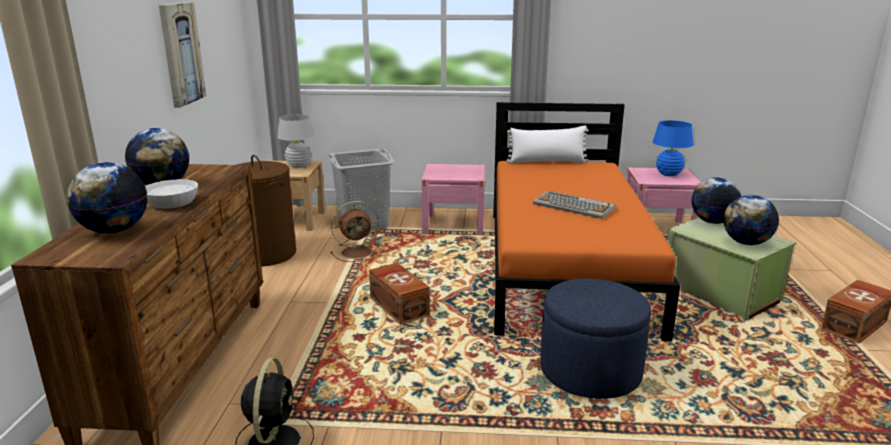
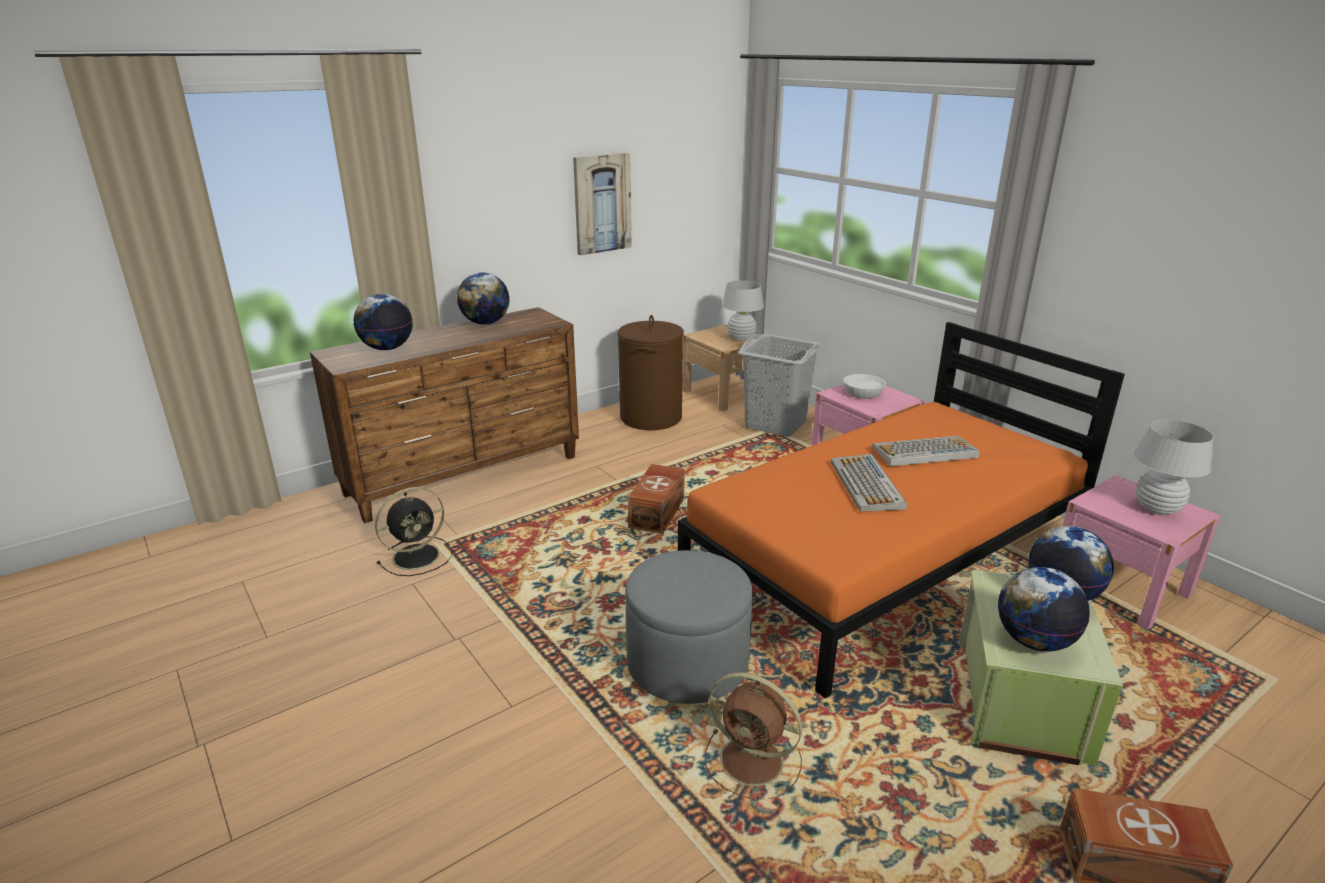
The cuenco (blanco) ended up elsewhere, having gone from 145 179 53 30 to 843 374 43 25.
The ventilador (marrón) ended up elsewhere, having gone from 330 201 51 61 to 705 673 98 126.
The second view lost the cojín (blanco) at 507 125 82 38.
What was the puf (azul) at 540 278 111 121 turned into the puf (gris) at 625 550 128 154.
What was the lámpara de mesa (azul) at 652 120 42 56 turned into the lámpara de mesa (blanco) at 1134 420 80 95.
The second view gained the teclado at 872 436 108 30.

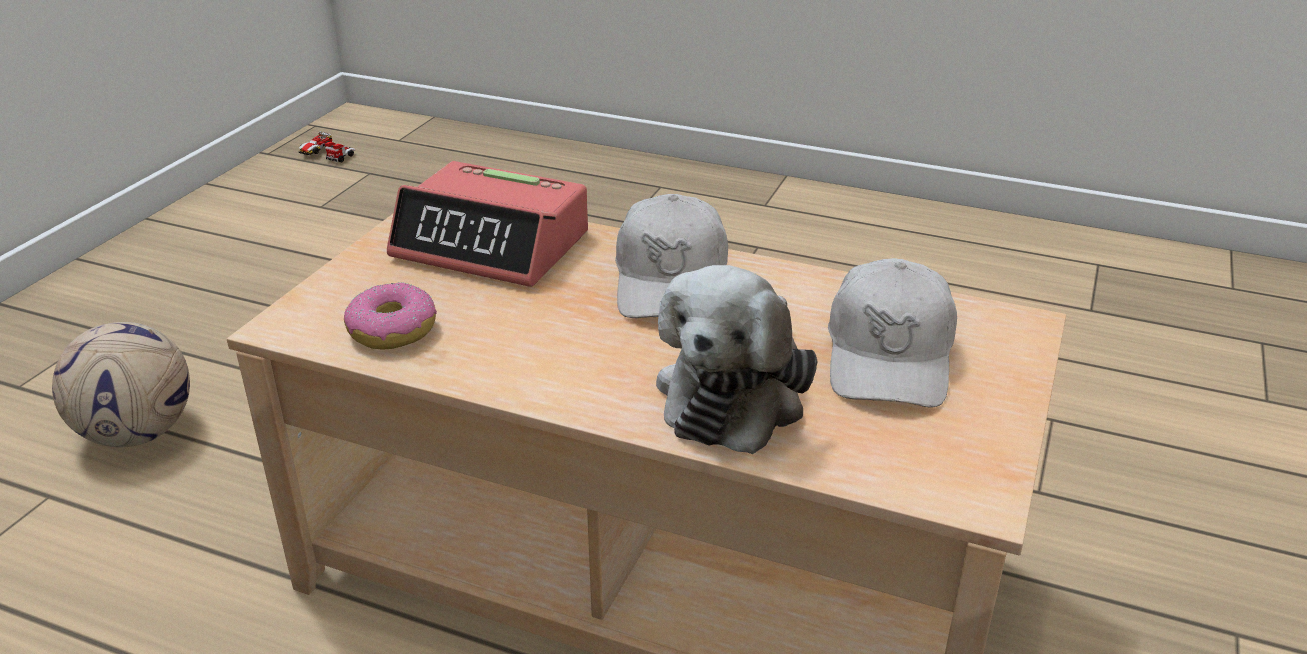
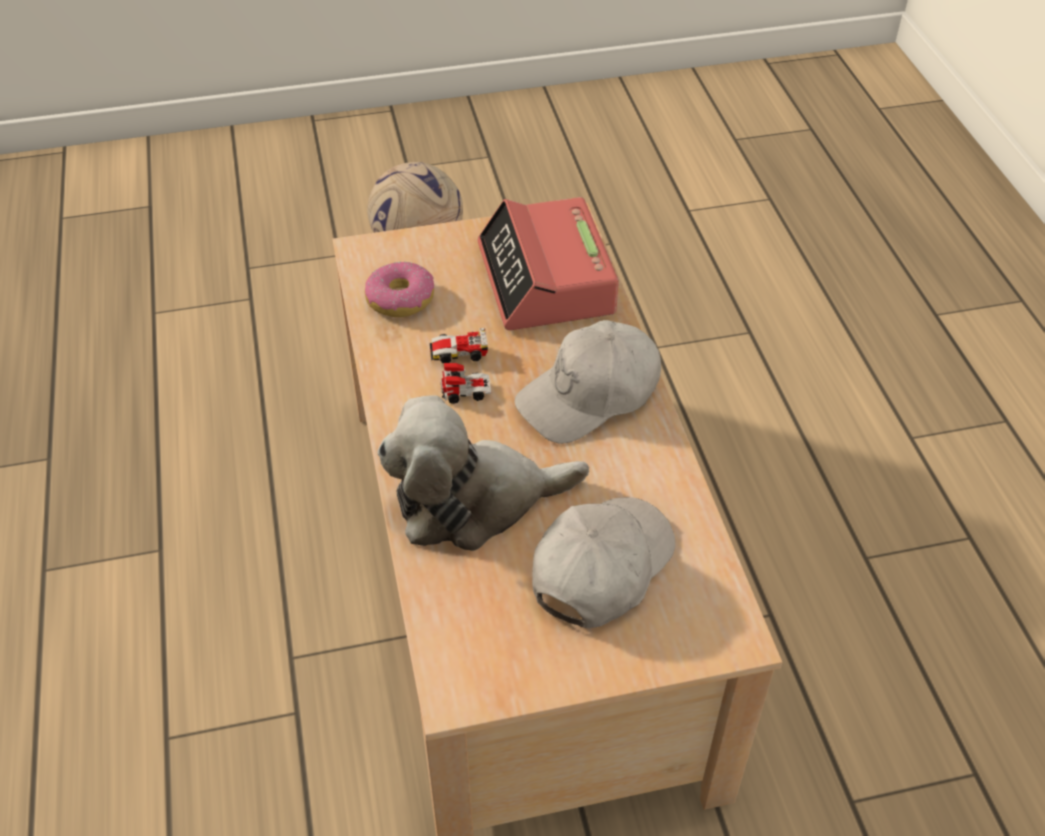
The coche de juguete ended up elsewhere, having gone from 298 131 57 31 to 430 328 61 76.
The gorra (blanco) at 828 258 129 150 ended up facing another way, 150 degrees clockwise from before.

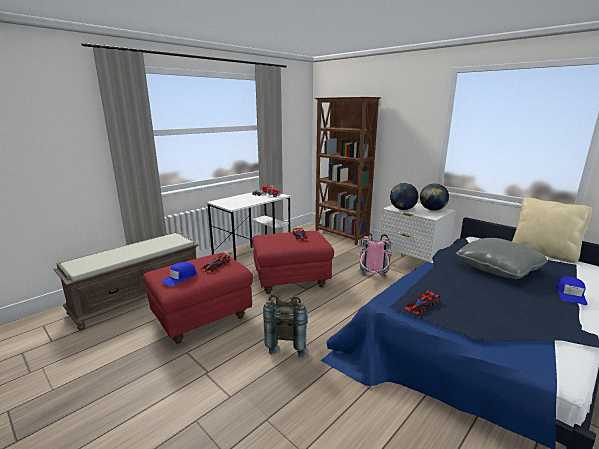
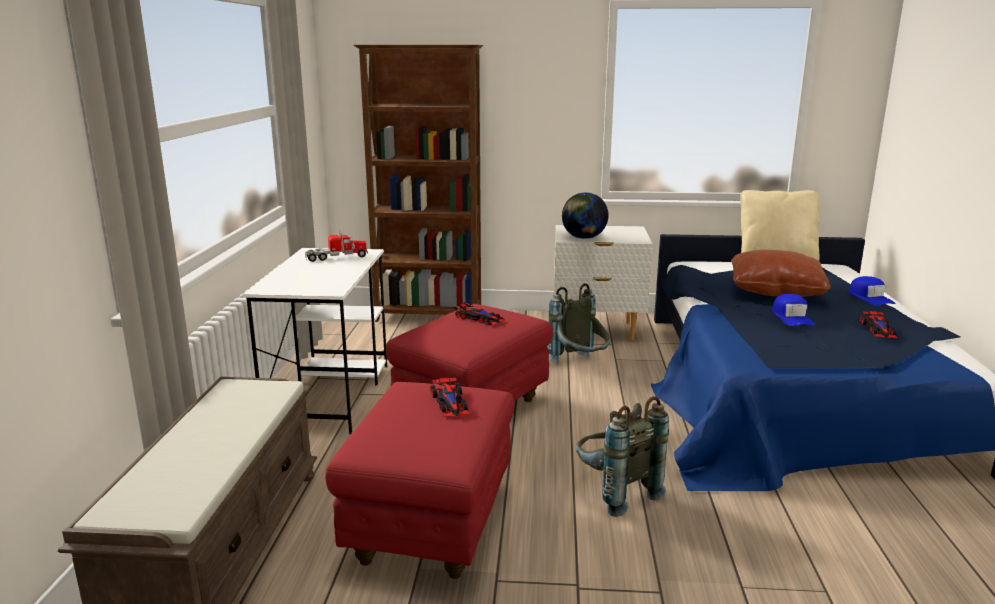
The gorra (azul) ended up elsewhere, having gone from 161 262 35 24 to 772 294 43 32.
What was the mochila (rosa) at 358 233 33 44 turned into the mochila (gris) at 548 283 62 81.
The coche de juguete ended up elsewhere, having gone from 404 290 36 25 to 860 310 38 28.
The second view lost the globo terráqueo at 420 183 29 28.
What was the cojín (gris) at 456 238 92 41 turned into the cojín (marrón) at 731 250 100 47.

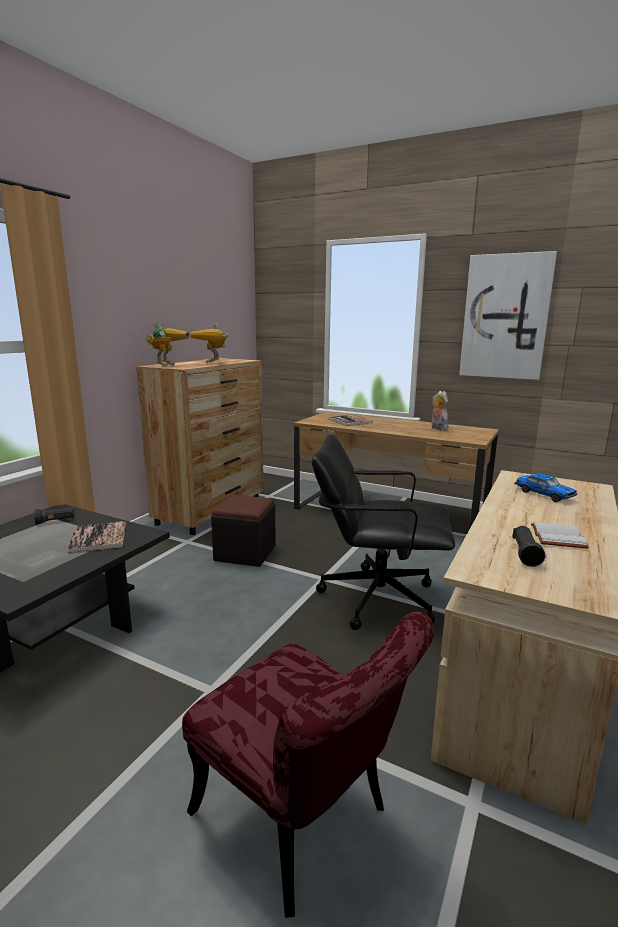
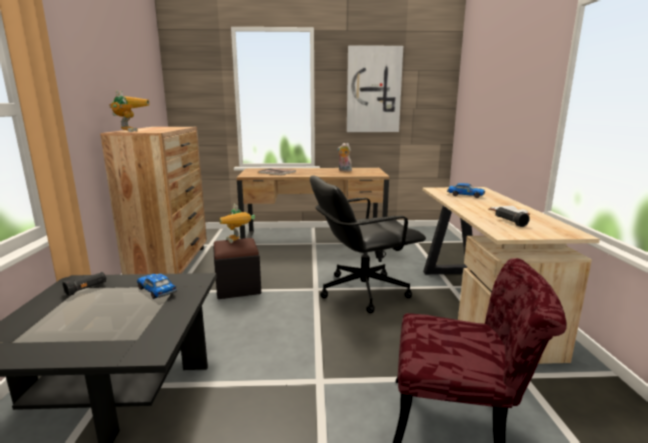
Where the libro stood at 68 521 58 32, the coche de juguete came to stand at 137 274 40 25.
The robot de juguete ended up elsewhere, having gone from 191 323 38 40 to 219 203 36 40.

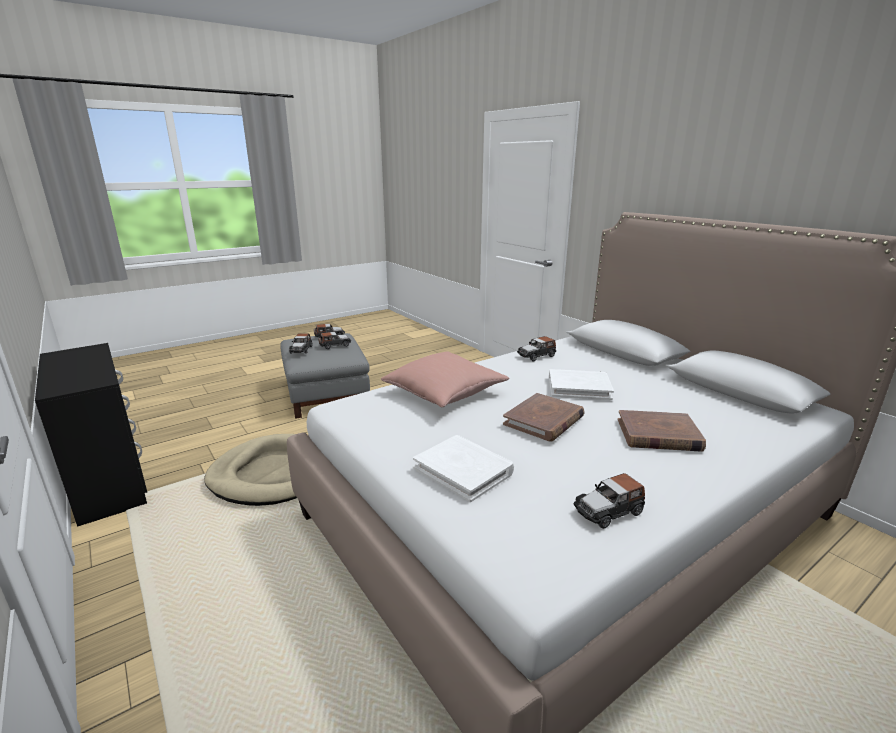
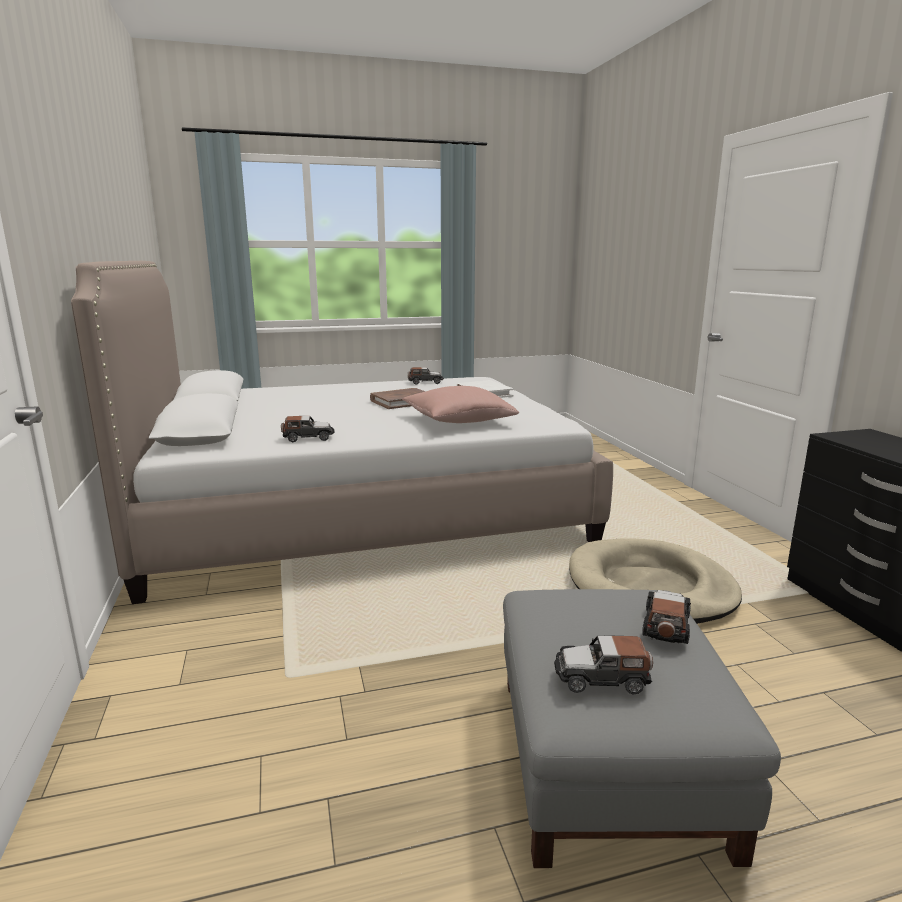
The second view lost the coche de juguete at 318 332 33 17.
The second view lost the libro (blanco) at 549 369 65 31.
The second view lost the libro (marrón) at 618 410 88 42.

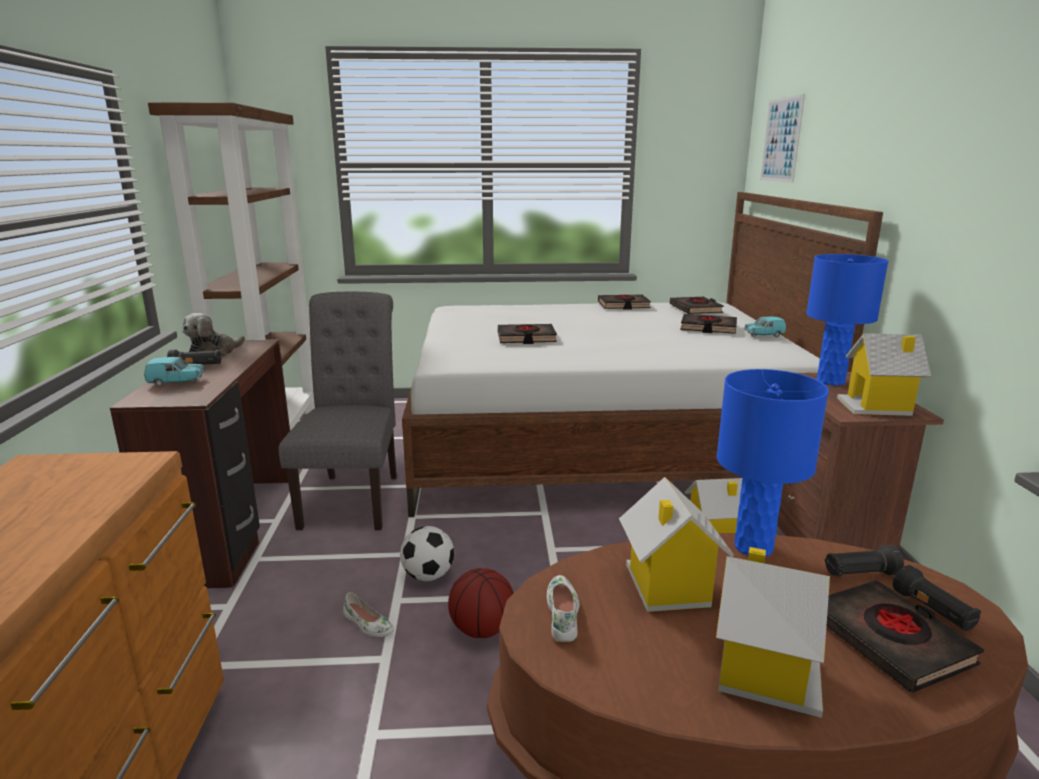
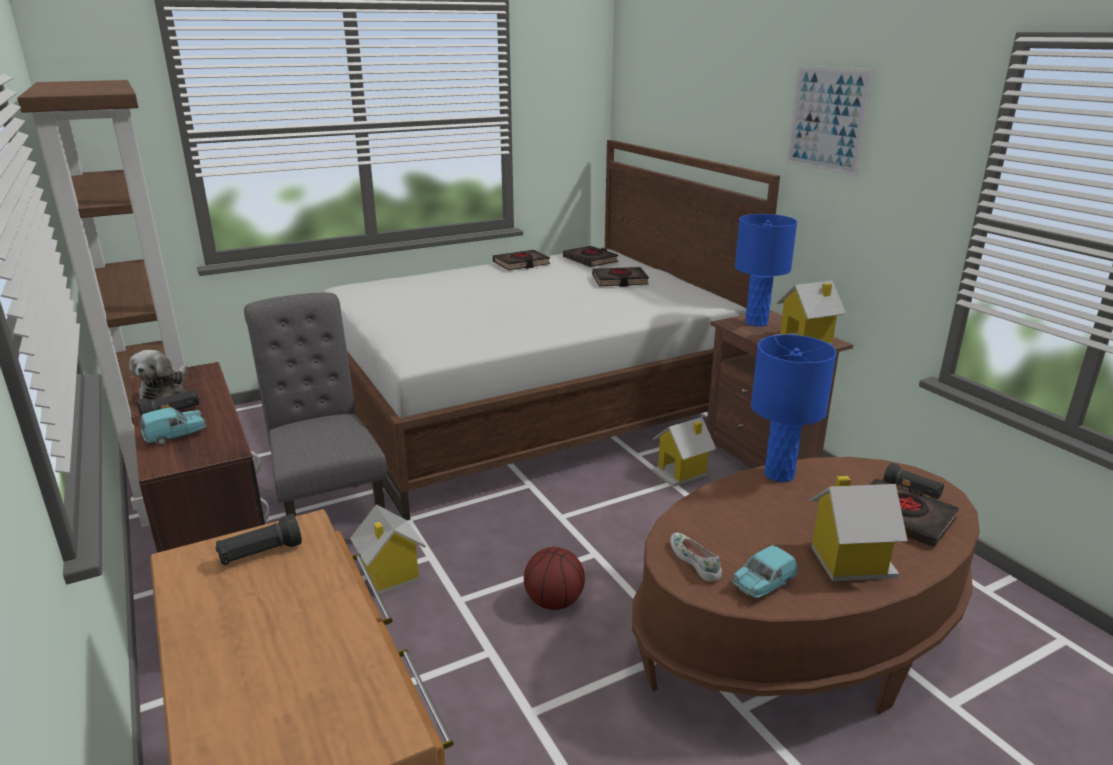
The second view lost the zapato (blanco) at 343 592 51 45.
The second view lost the balón de fútbol at 400 526 54 55.
The second view lost the libro (negro) at 498 324 59 20.
The casita ended up elsewhere, having gone from 619 477 115 135 to 350 504 76 90.
The coche de juguete (turquesa) ended up elsewhere, having gone from 745 317 41 20 to 732 545 65 53.
The cuadro ended up elsewhere, having gone from 760 94 45 89 to 786 66 88 110.
The linterna (negro) ended up elsewhere, having gone from 825 545 79 32 to 215 514 87 51.

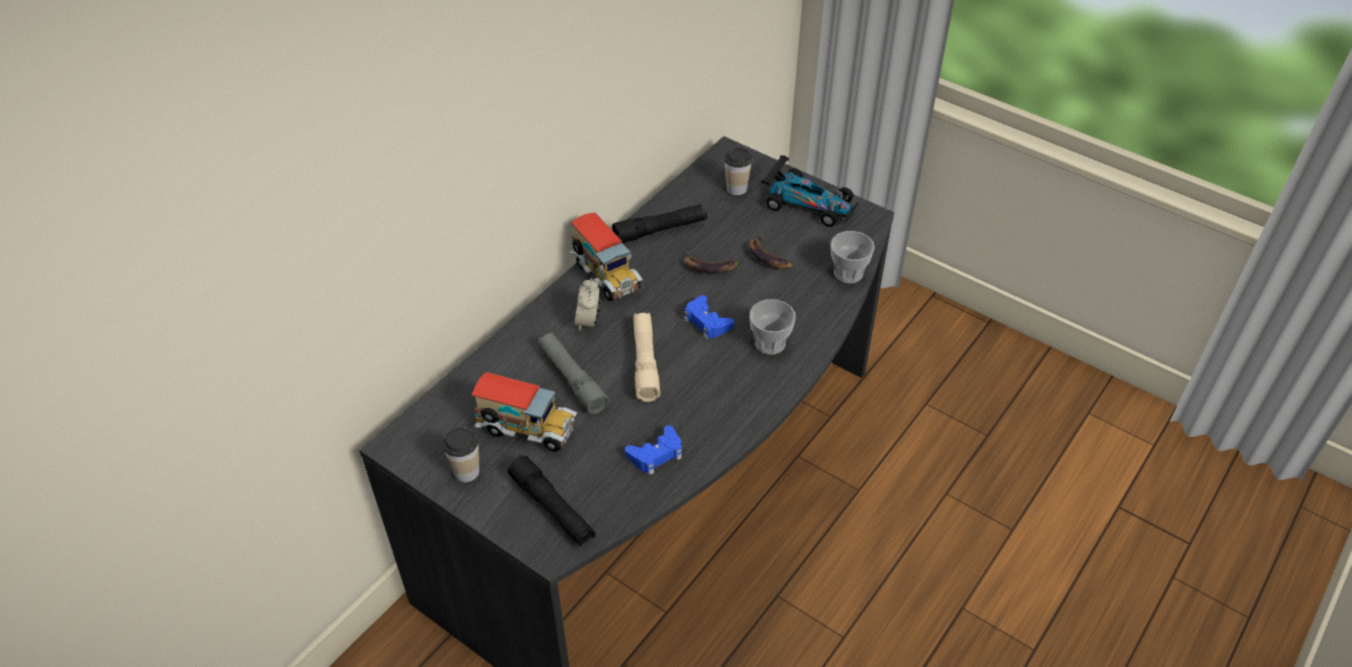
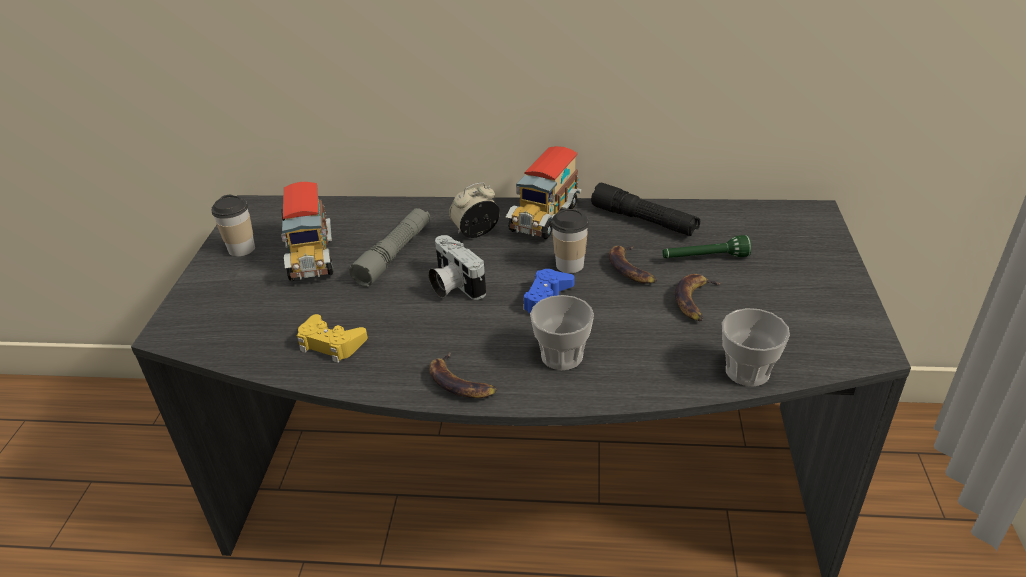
The second view lost the linterna (negro) at 508 455 88 92.
What was the mando de consola (azul) at 625 425 57 50 turned into the mando de consola (amarillo) at 297 314 71 49.
Where the linterna (beis) stood at 633 312 27 90, the cámara came to stand at 428 235 58 65.
The taza ended up elsewhere, having gone from 724 147 28 48 to 551 209 38 64.
The second view lost the coche de juguete at 761 155 98 72.
The second view gained the plátano at 429 352 68 46.
The second view gained the linterna (verde) at 662 235 90 23.

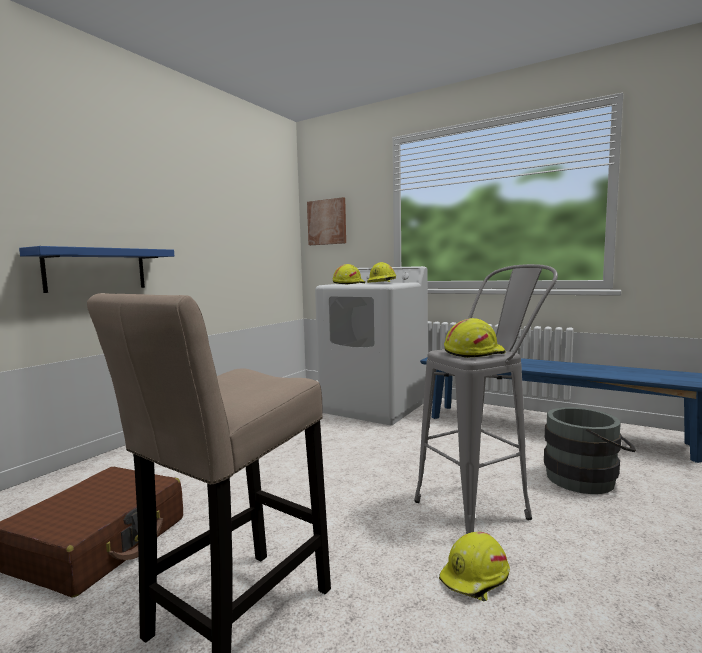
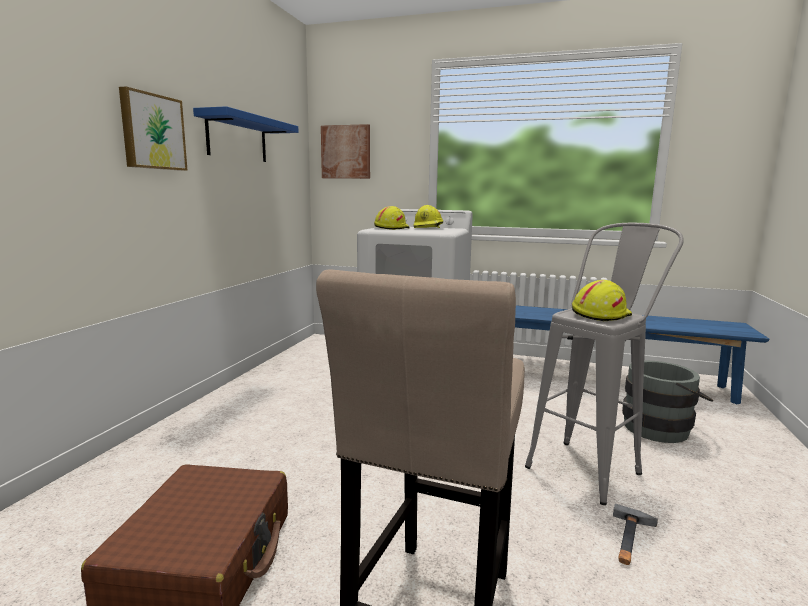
The estante (azul) ended up elsewhere, having gone from 19 246 155 47 to 193 106 106 56.
Where the casco (amarillo) stood at 439 532 71 69, the martillo came to stand at 613 504 45 61.
The second view gained the cuadro at 119 87 69 84.

